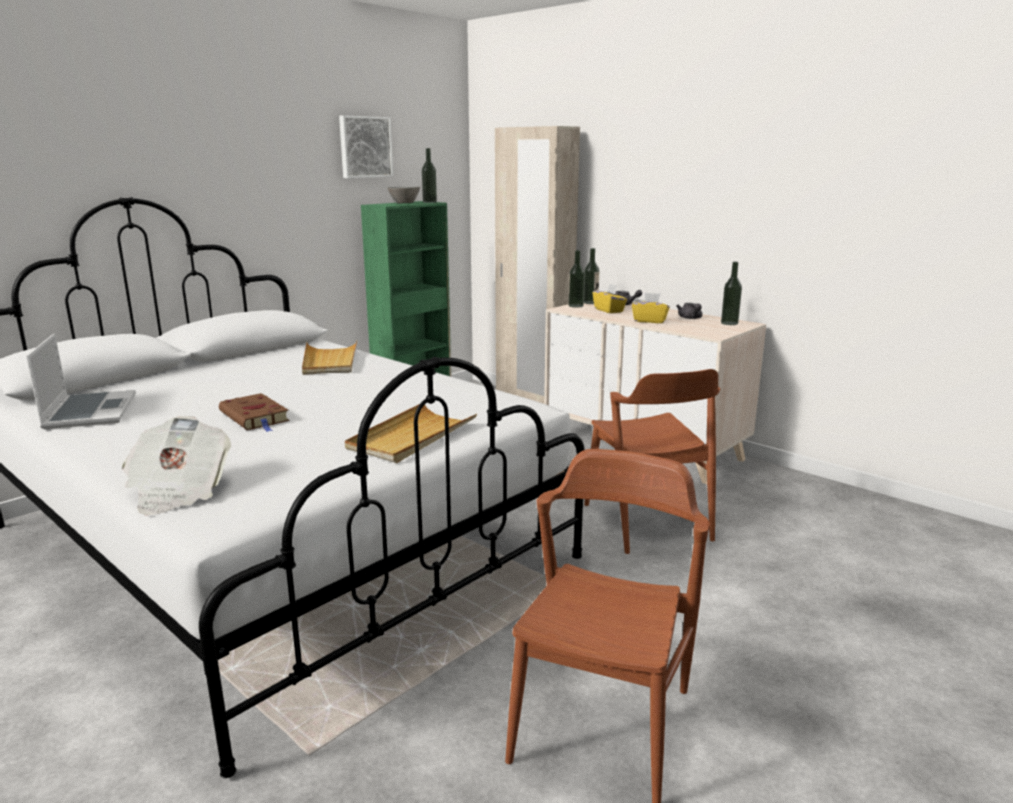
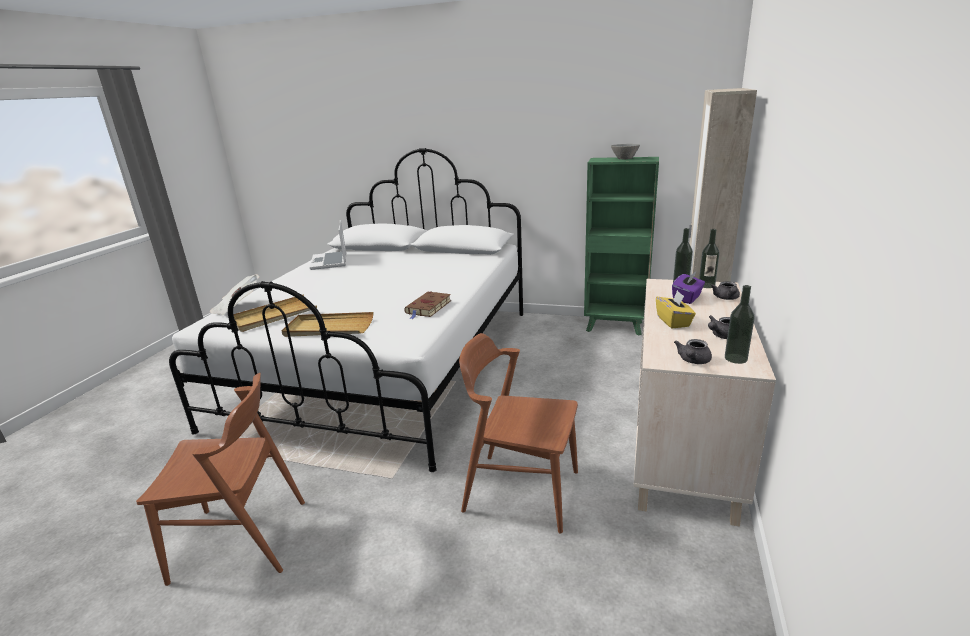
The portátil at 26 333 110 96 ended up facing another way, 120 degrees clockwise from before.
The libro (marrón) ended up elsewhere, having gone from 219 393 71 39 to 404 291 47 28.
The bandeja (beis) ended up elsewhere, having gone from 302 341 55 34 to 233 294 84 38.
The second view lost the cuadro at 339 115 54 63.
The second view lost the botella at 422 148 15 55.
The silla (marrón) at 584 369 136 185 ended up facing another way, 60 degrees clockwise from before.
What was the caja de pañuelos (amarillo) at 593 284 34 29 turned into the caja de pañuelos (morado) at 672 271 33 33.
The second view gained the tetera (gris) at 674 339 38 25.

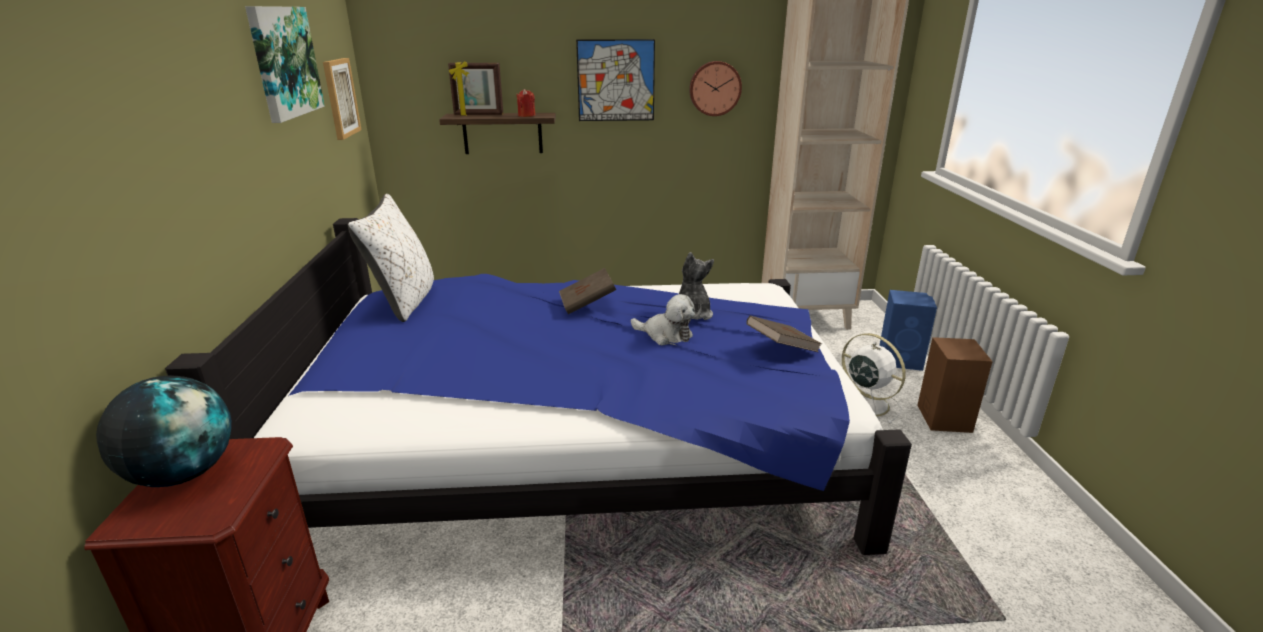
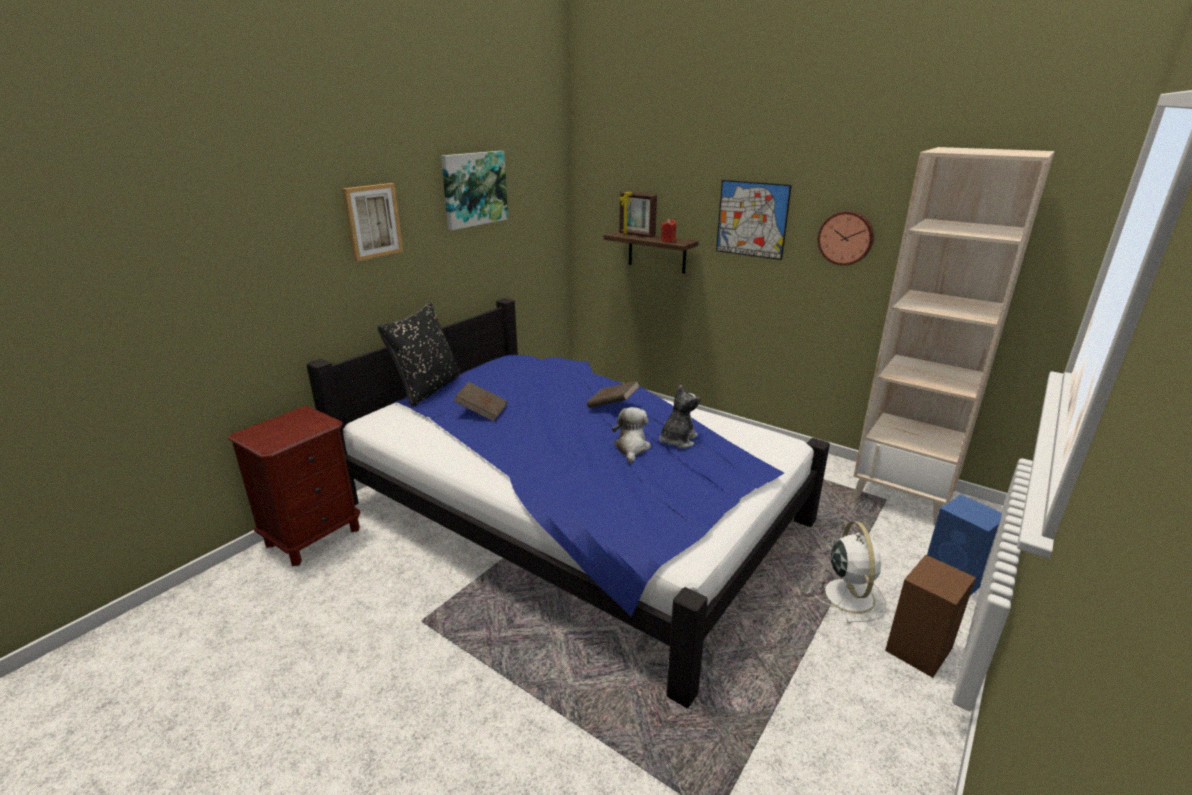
The second view lost the globo terráqueo at 96 376 136 111.
The cuadro ended up elsewhere, having gone from 323 58 39 82 to 342 183 61 78.
The second view lost the cojín (blanco) at 348 194 86 128.
The peluche at 631 294 64 51 ended up facing another way, 150 degrees counterclockwise from before.
The libro (marrón) ended up elsewhere, having gone from 746 316 76 36 to 453 382 54 39.
The second view gained the cojín (negro) at 377 302 83 105.

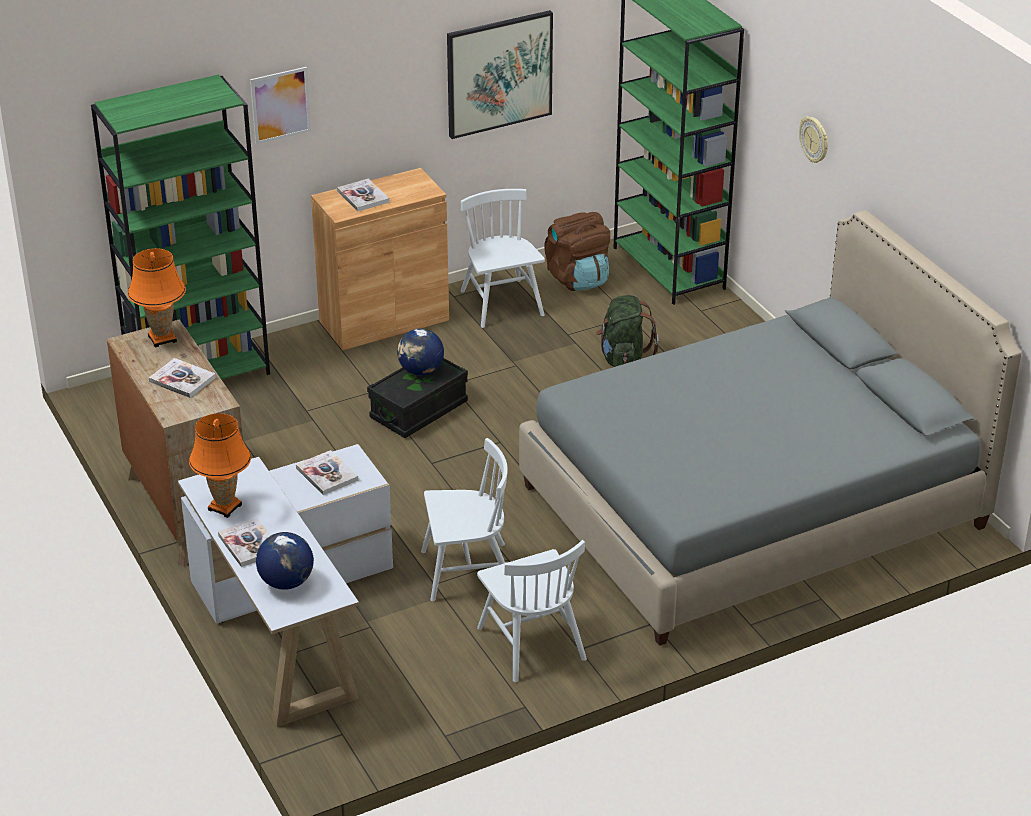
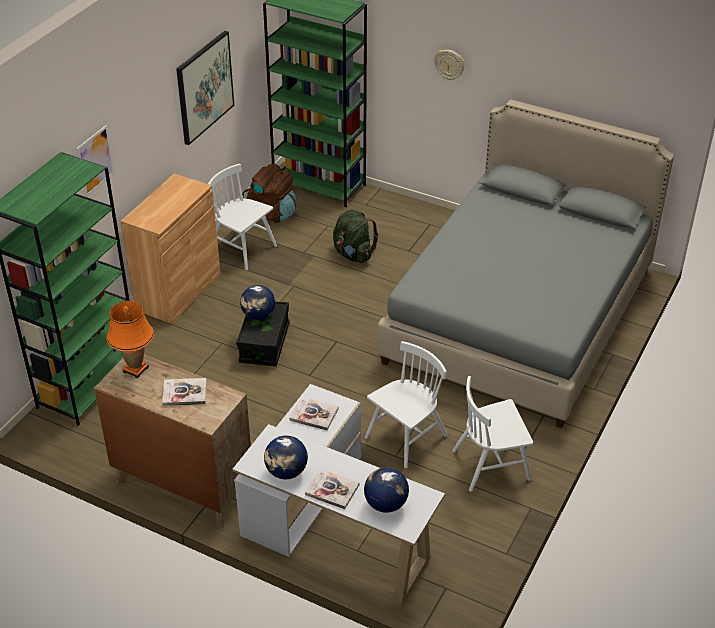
Where the lámpara de mesa (naranja) stood at 189 413 62 105, the globo terráqueo came to stand at 264 435 44 44.
The second view lost the libro at 337 179 52 32.
The silla (blanco) at 477 540 110 142 ended up facing another way, 135 degrees clockwise from before.

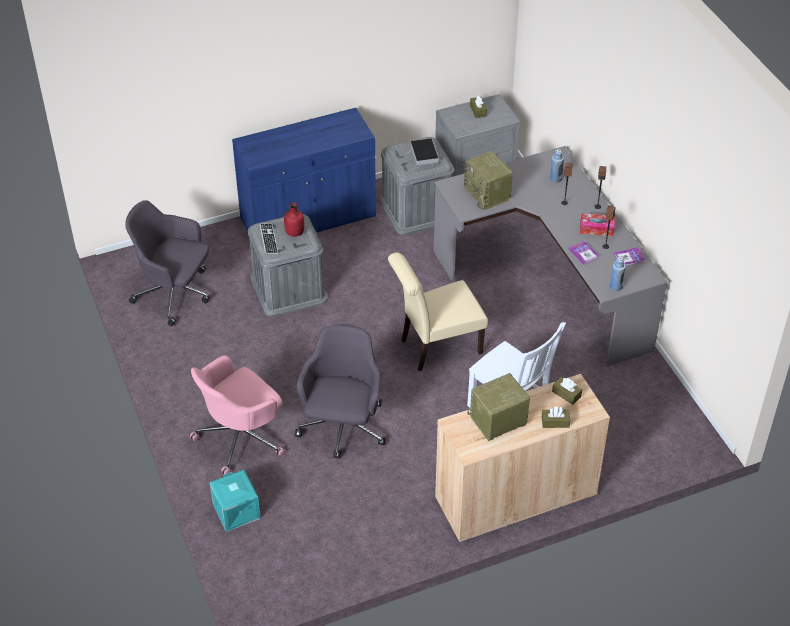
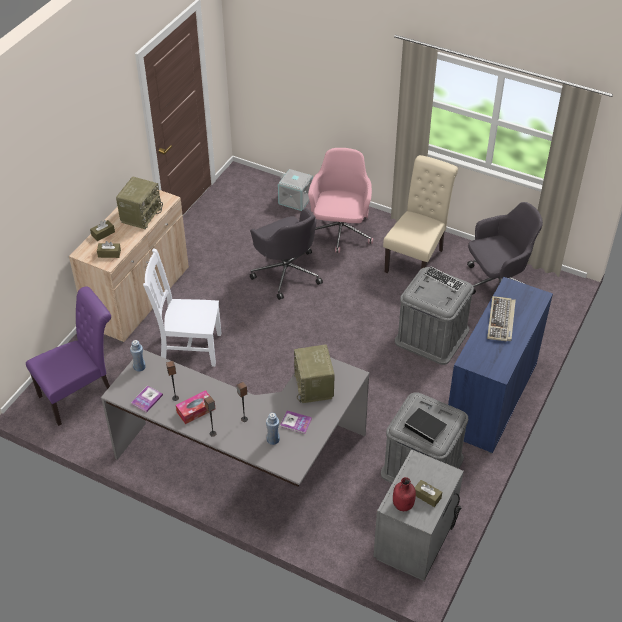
What was the caja de almacenaje (turquesa) at 210 469 51 63 turned into the caja de almacenaje (gris) at 278 169 35 42.
The botella (rojo) ended up elsewhere, having gone from 284 203 20 34 to 393 477 23 34.
The silla (beis) ended up elsewhere, having gone from 388 252 100 119 to 383 155 75 118.
The radio at 464 151 49 59 ended up facing another way, 120 degrees counterclockwise from before.
The libro ended up elsewhere, having gone from 569 241 30 24 to 280 411 32 23.
The second view gained the silla (morado) at 26 286 85 140.
The second view gained the teclado at 487 296 29 45.

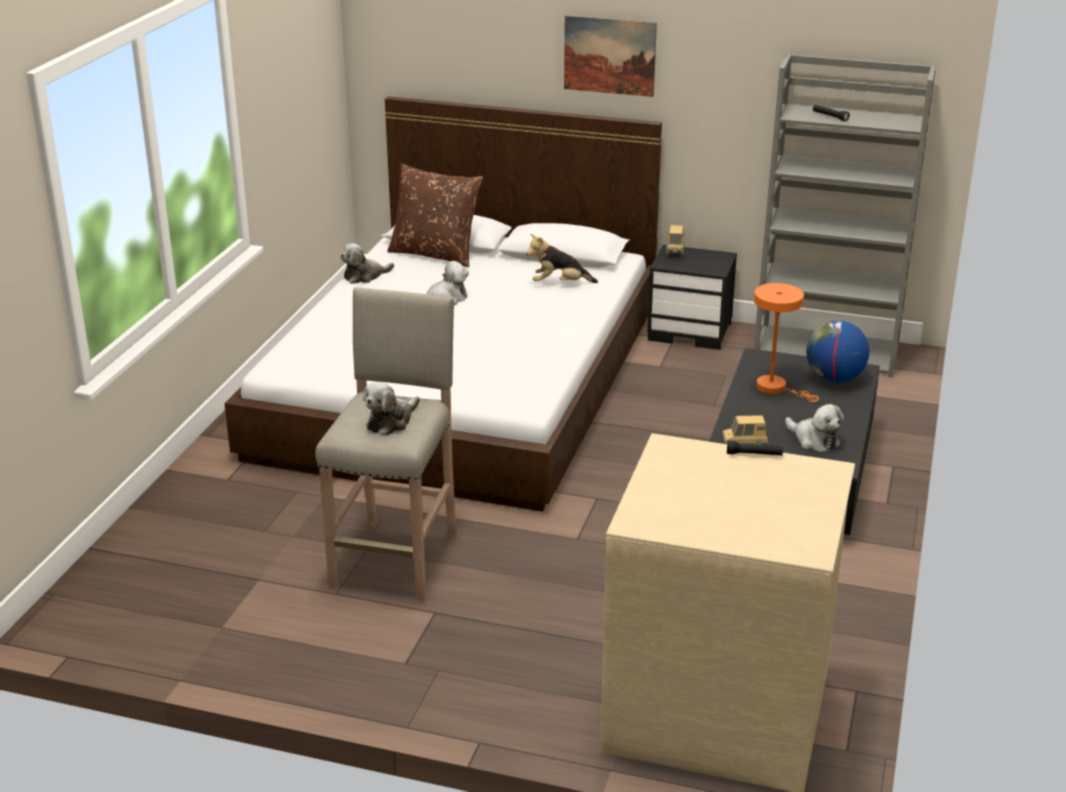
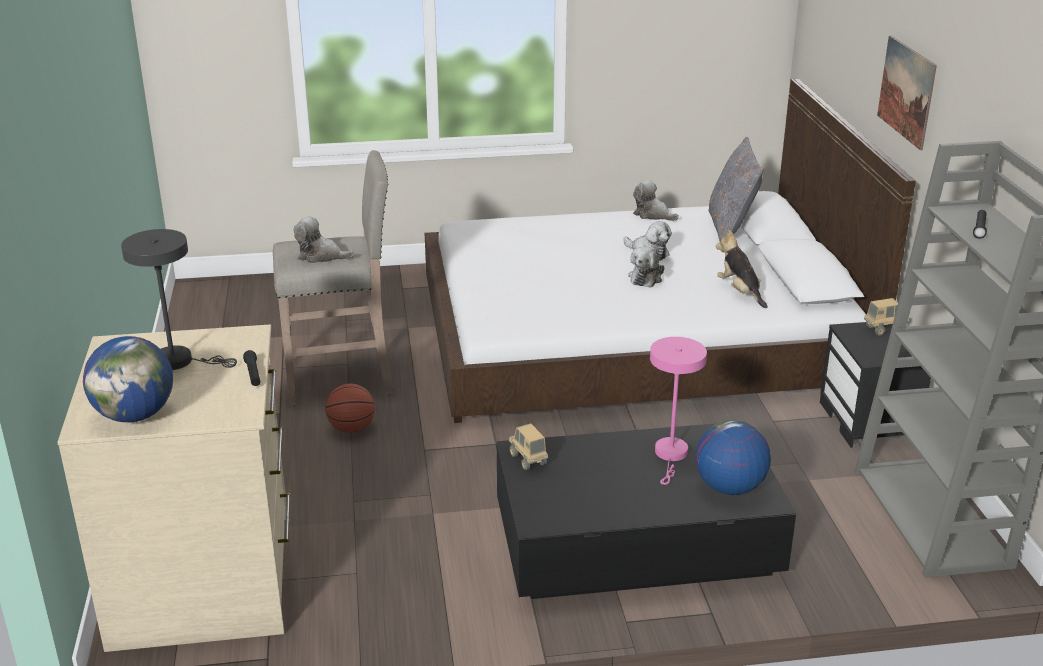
What was the cojín (marrón) at 387 164 96 103 turned into the cojín (gris) at 708 136 56 105.
What was the lámpara de mesa (naranja) at 754 283 65 120 turned into the lámpara de mesa (rosa) at 650 337 57 148.
The peluche ended up elsewhere, having gone from 785 404 59 48 to 628 247 36 41.
The second view gained the globo terráqueo at 83 336 90 86.
The second view gained the lámpara de mesa (gris) at 121 229 116 141.
The second view gained the balón de baloncesto at 325 384 50 49.

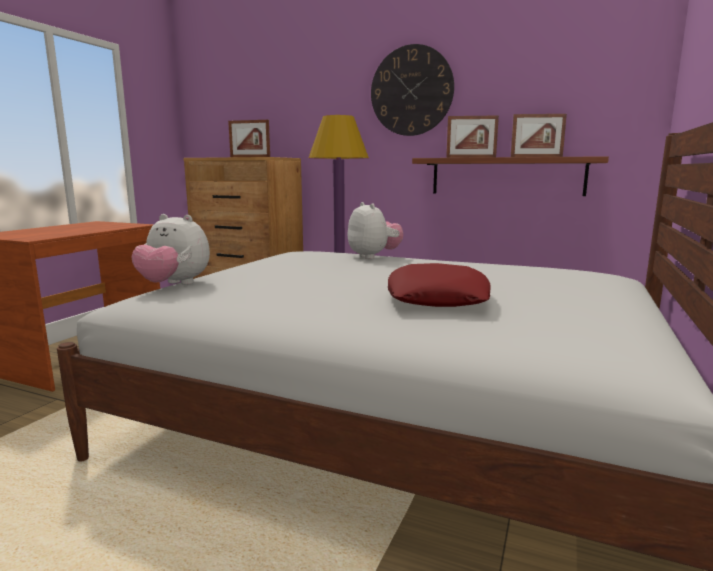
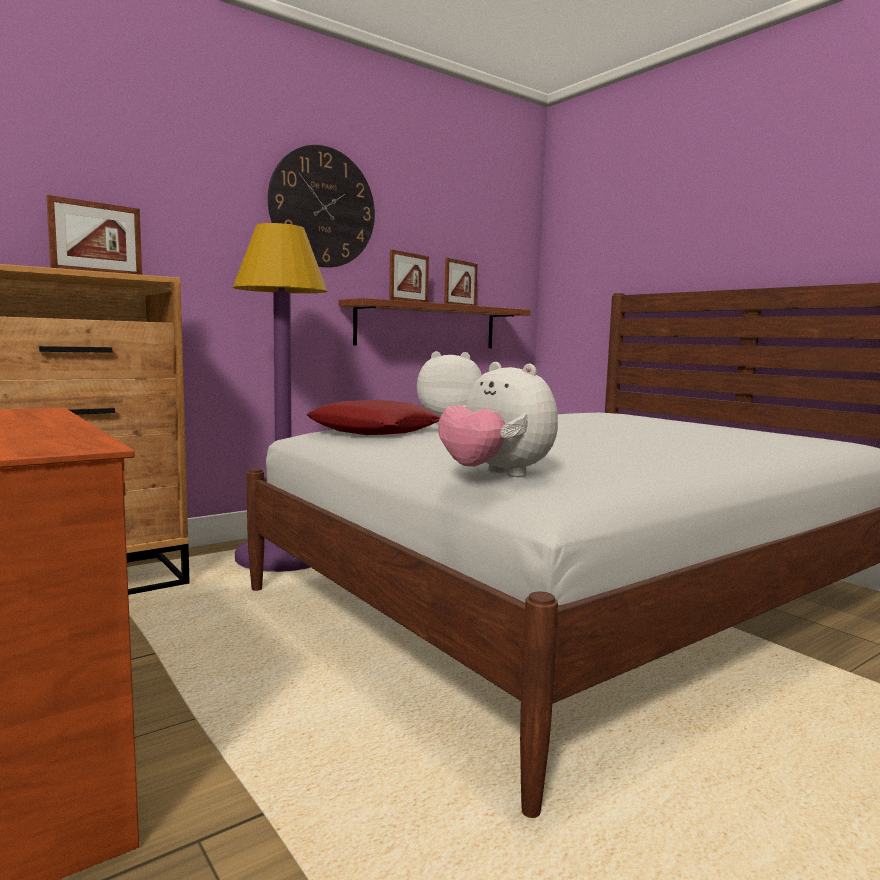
The peluche at 132 214 78 71 ended up facing another way, 90 degrees clockwise from before.
The cojín (rojo) ended up elsewhere, having gone from 388 263 103 44 to 306 400 135 35.

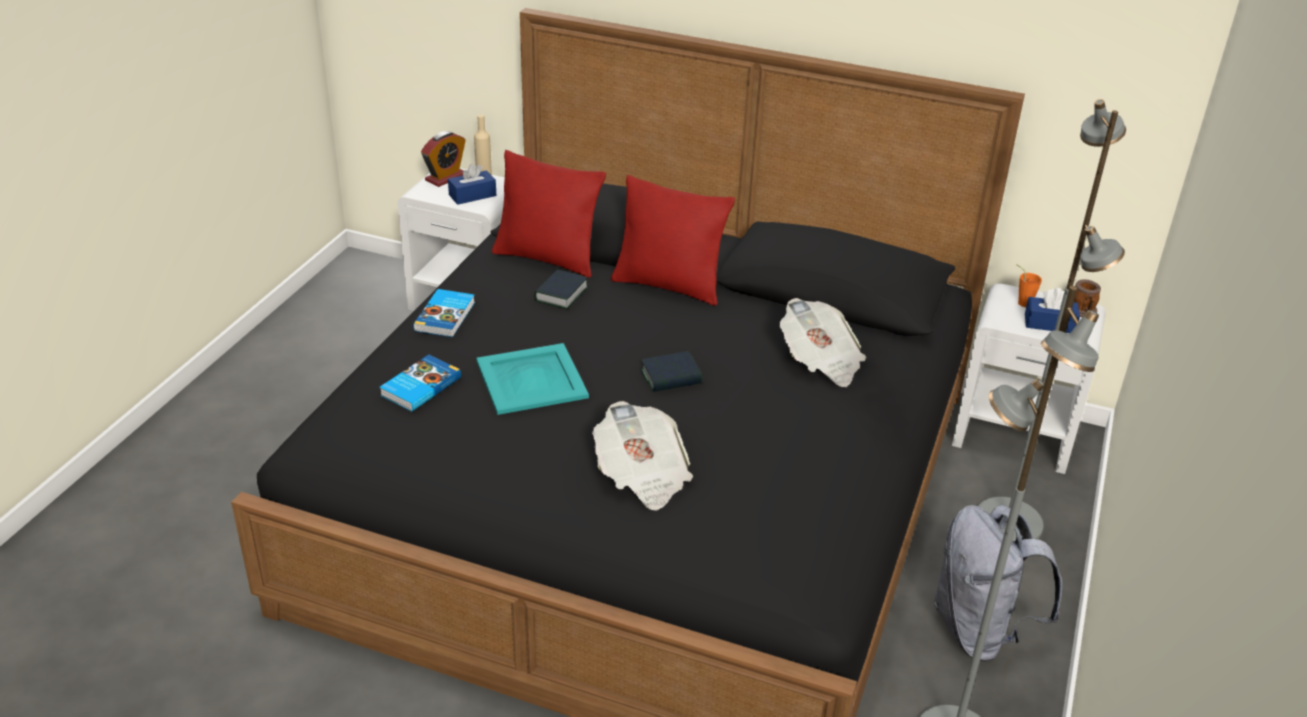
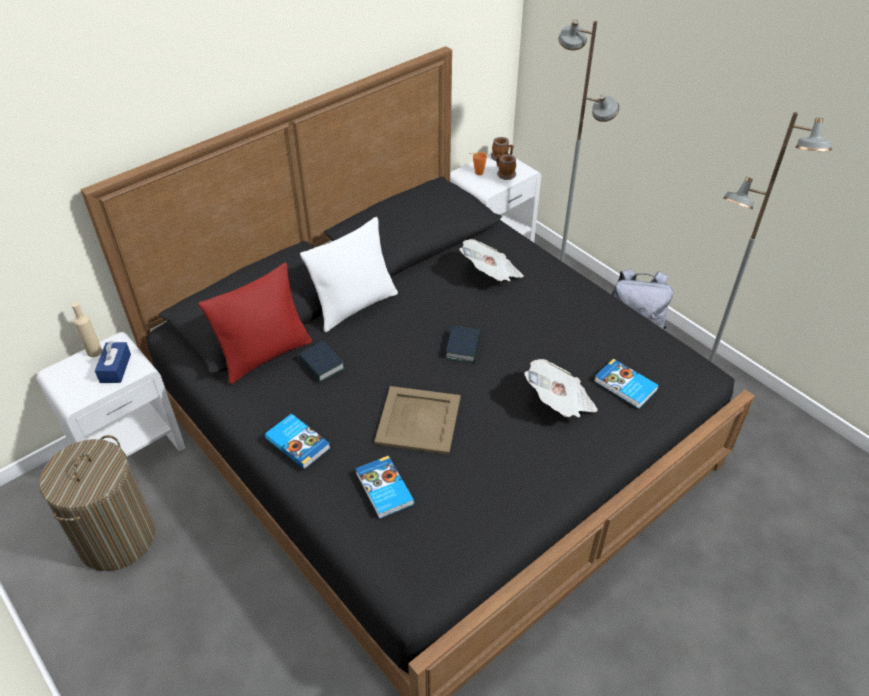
The second view lost the despertador at 421 131 45 56.
What was the bandeja (turquesa) at 476 343 113 72 turned into the bandeja (beis) at 374 386 87 68.
What was the cojín (rojo) at 611 175 124 131 turned into the cojín (blanco) at 300 217 98 115.
Where the caja de pañuelos (azul) stood at 1025 288 55 45, the taza grande came to stand at 496 154 20 26.
The second view gained the cesto de la ropa at 39 435 116 136.
The second view gained the libro at 594 359 65 50.

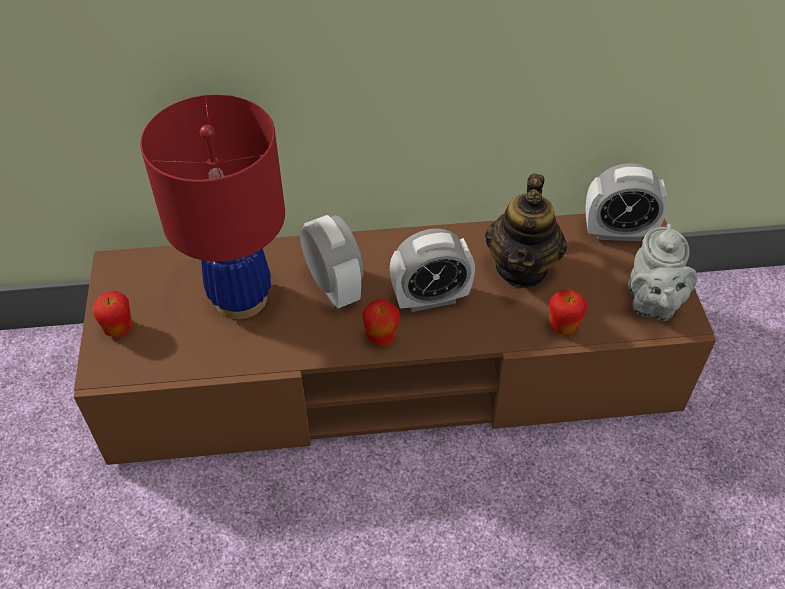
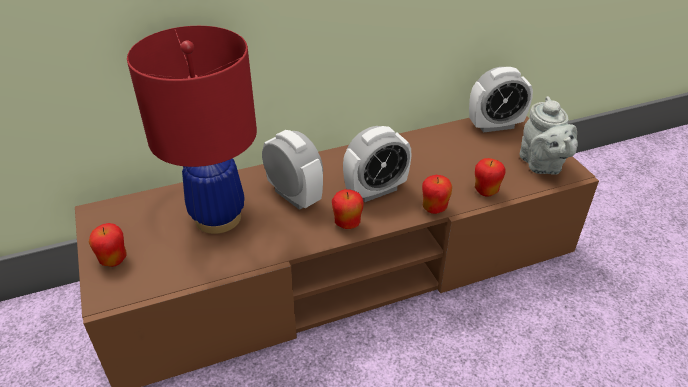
The second view lost the tetera at 485 174 82 114.
The second view gained the manzana at 422 175 30 39.

